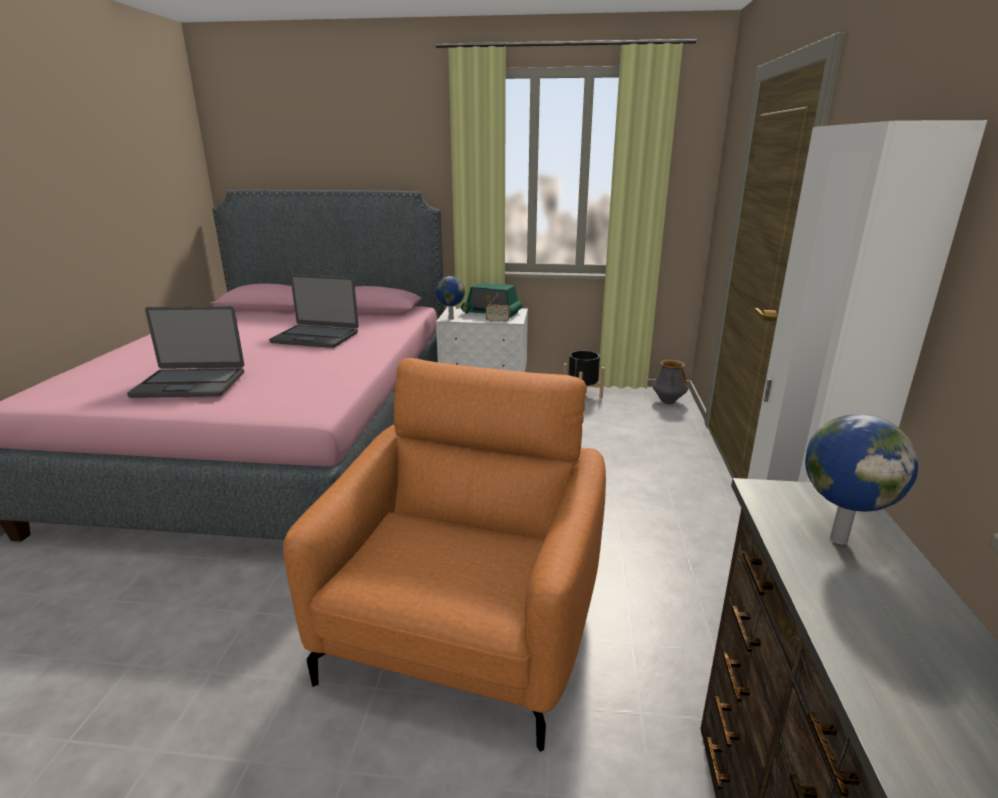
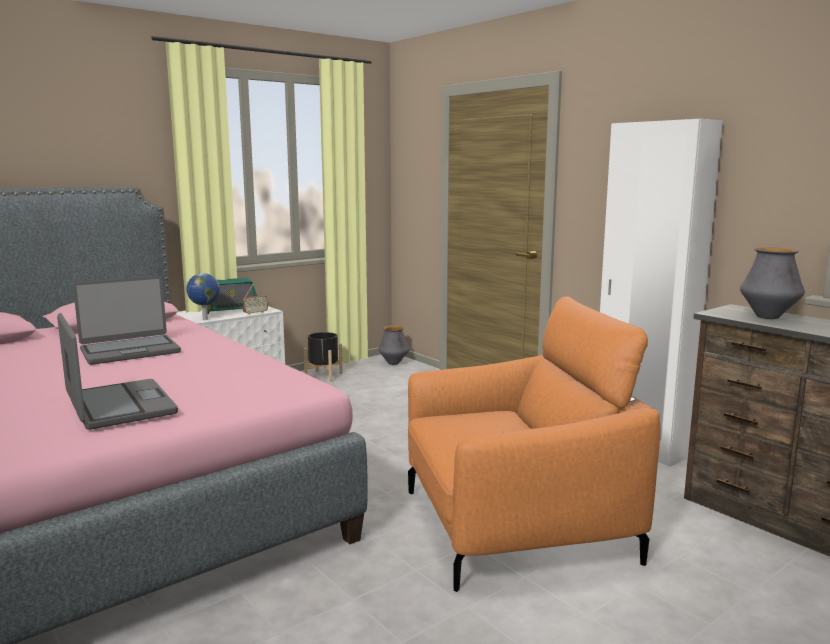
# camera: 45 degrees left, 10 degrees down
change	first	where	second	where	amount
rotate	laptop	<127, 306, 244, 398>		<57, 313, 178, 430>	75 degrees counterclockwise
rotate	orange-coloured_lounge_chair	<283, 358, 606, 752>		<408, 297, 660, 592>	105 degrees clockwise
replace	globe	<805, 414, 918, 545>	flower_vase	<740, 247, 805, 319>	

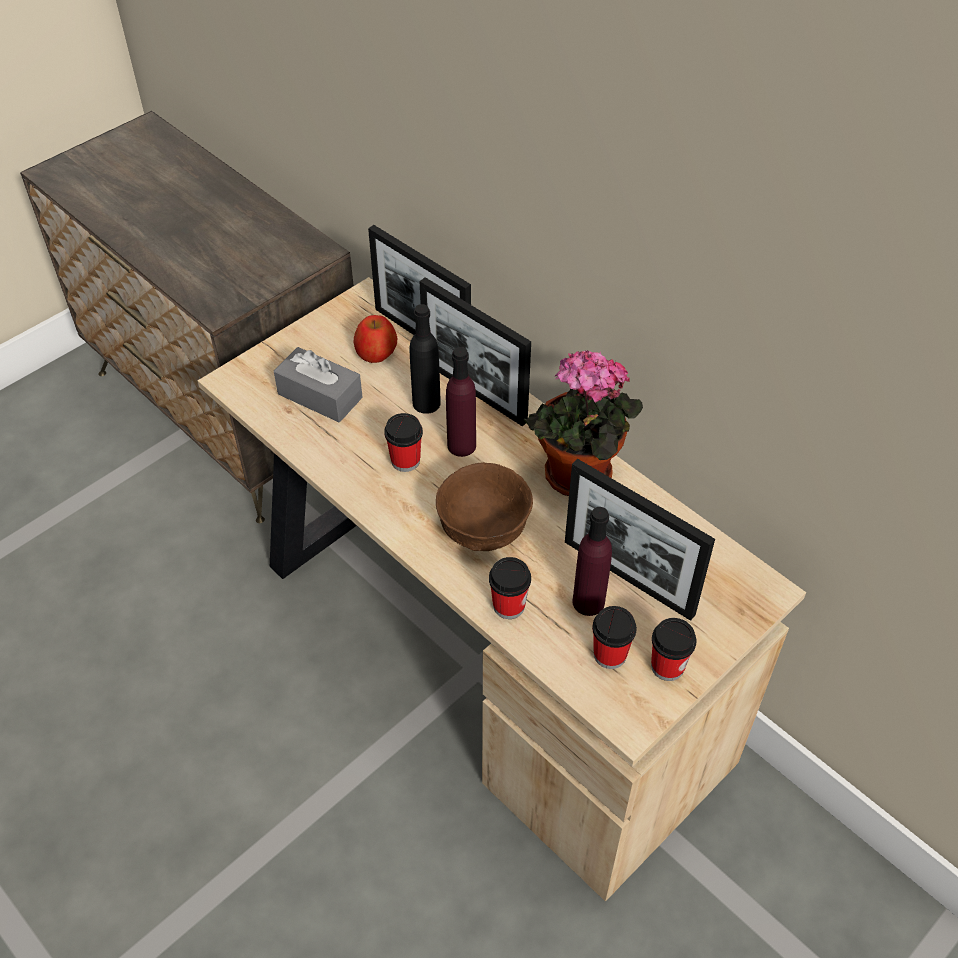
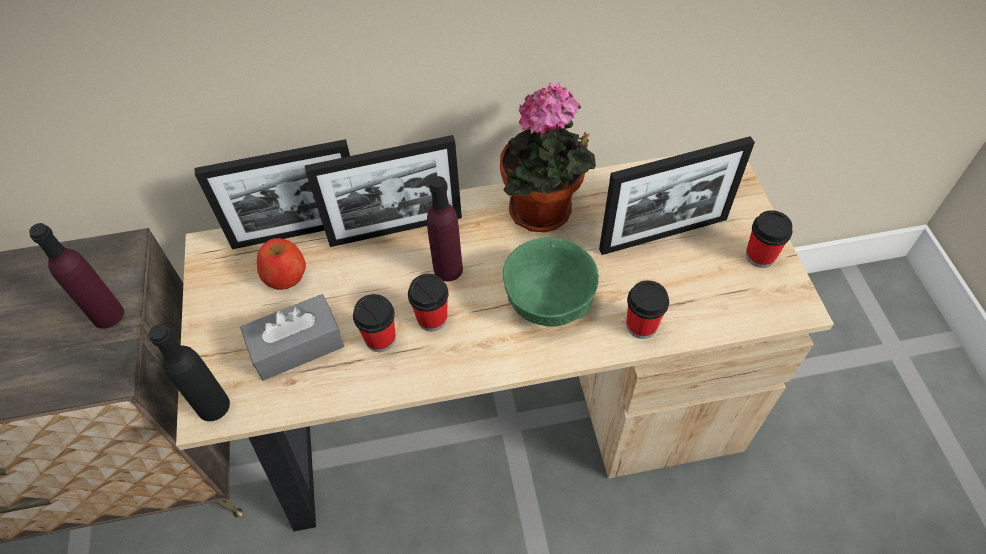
# camera: 55 degrees left, 5 degrees up
change	first	where	second	where	amount
move	blackish_drink_bottle	<409, 304, 441, 414>		<149, 324, 230, 421>	
recolor	brown-coloured_deep_dish	<436, 462, 533, 551>	green_deep_dish	<503, 237, 599, 327>	
move	purple_drink_bottle	<572, 507, 612, 616>		<29, 223, 124, 329>	
move	cup	<592, 606, 637, 669>		<353, 294, 396, 352>	

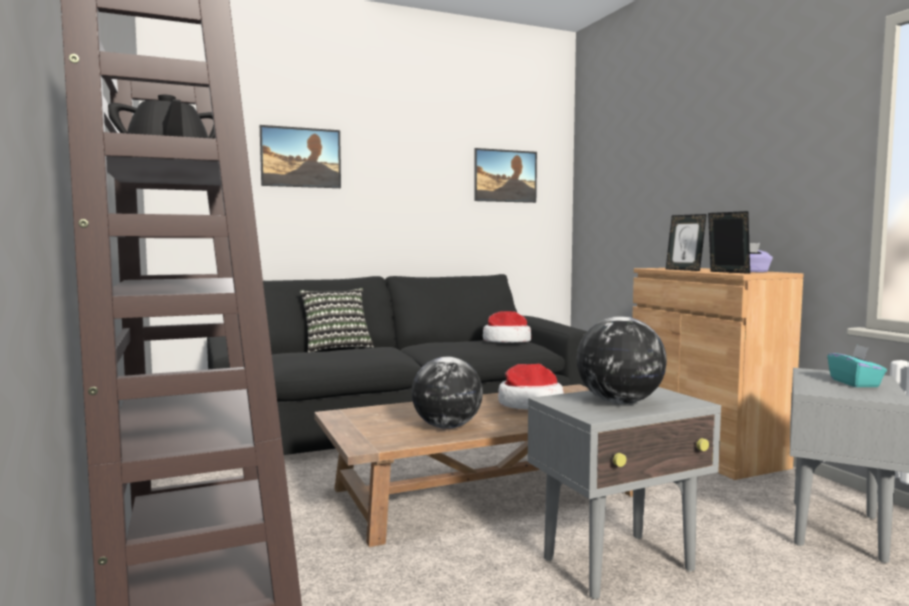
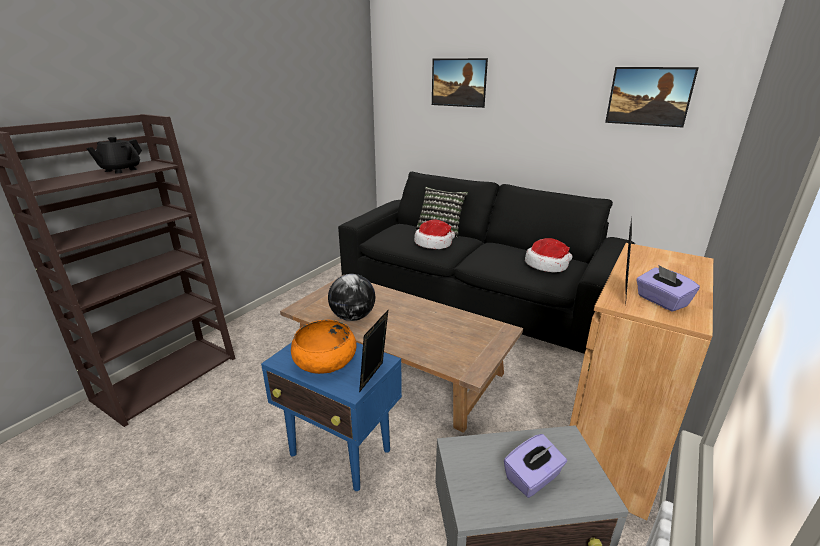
# camera: 55 degrees right, 20 degrees up
change	first	where	second	where	amount
move	clothing_hat	<498, 364, 564, 409>		<414, 219, 455, 249>	
recolor	grey_accent_table	<528, 387, 721, 599>	blue-coloured_accent_table	<261, 342, 402, 491>	
replace	globe	<577, 317, 667, 404>	orange-coloured_deep_dish	<291, 320, 356, 374>	
move	picture_frame	<666, 214, 707, 271>		<359, 310, 388, 393>	
recolor	blue-green_box_of_tissues	<828, 345, 887, 387>	purple_box_of_tissues	<504, 434, 567, 498>	

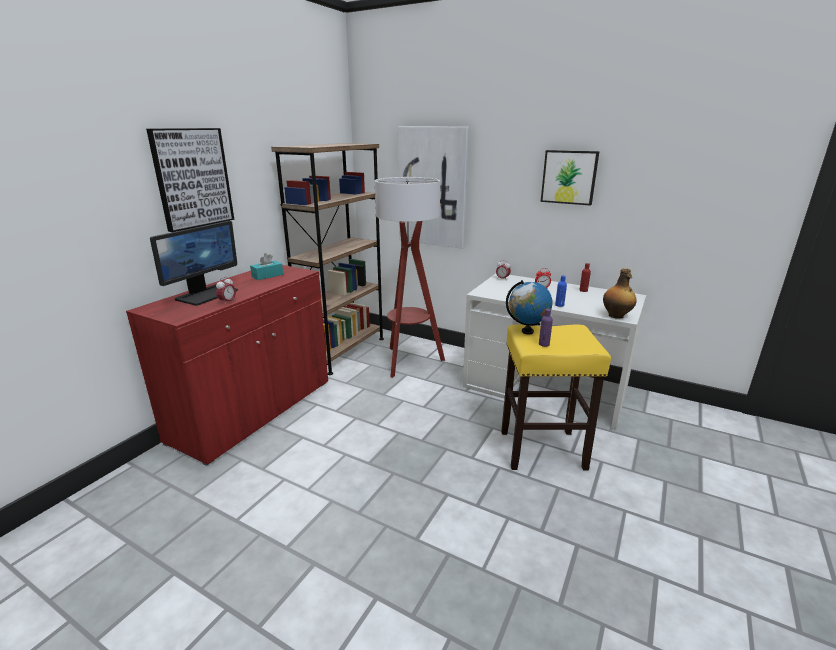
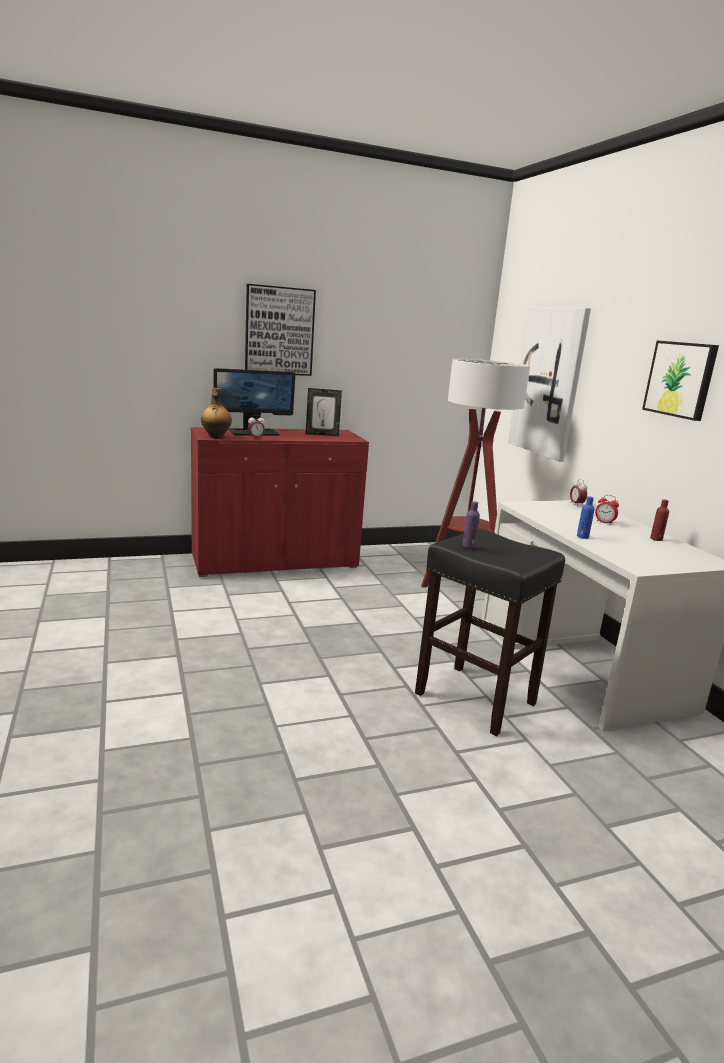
# camera: 40 degrees right, 5 degrees down
change	first	where	second	where	amount
replace	blue-green_box_of_tissues	<250, 253, 283, 280>	picture_frame	<306, 388, 342, 436>	
delete	brown-coloured_bookshelf	<271, 143, 384, 375>			
recolor	yellow_sitting_stool	<501, 325, 611, 471>	blackish_sitting_stool	<415, 529, 565, 736>	
delete	globe	<506, 280, 553, 334>			
move	drink_bottle	<603, 268, 637, 319>		<201, 388, 232, 438>	

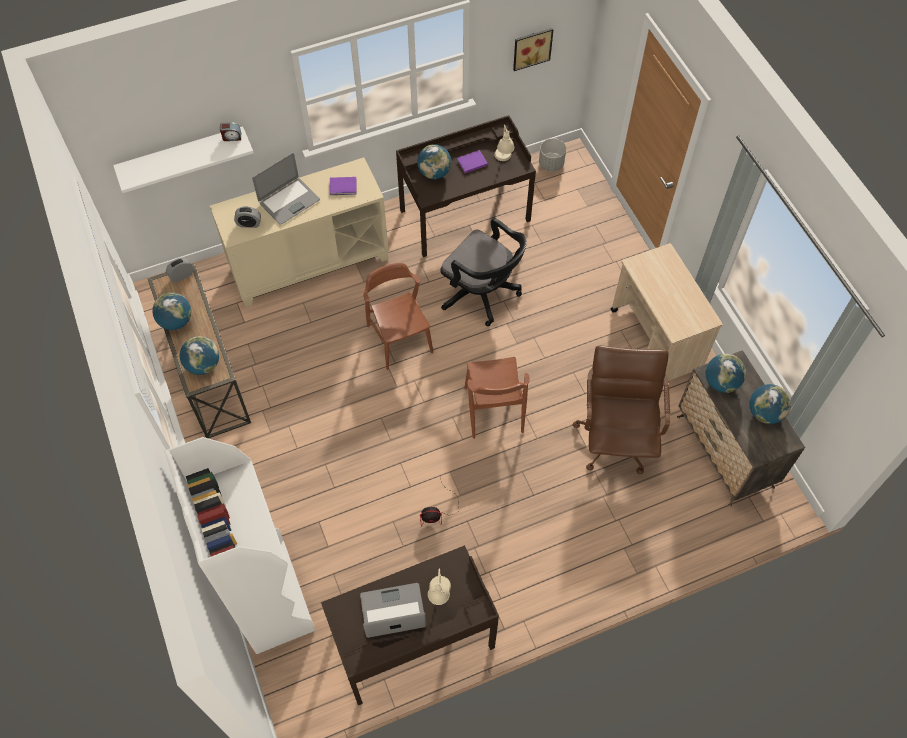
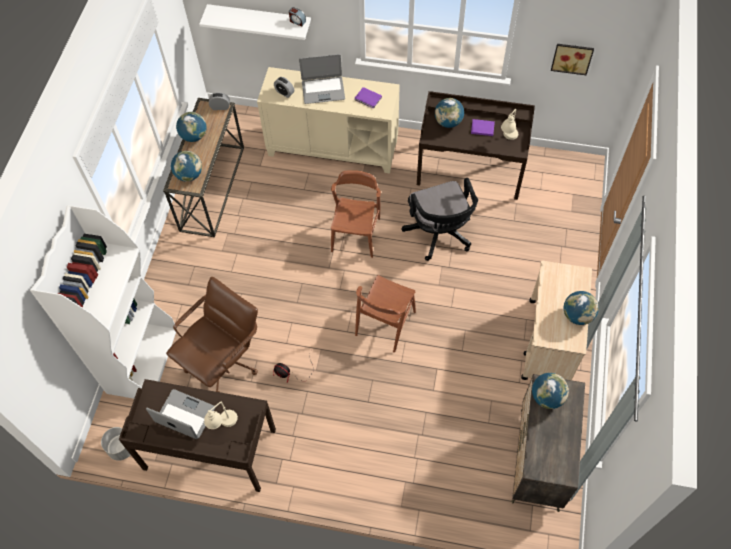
# camera: 35 degrees right, 0 degrees up
change	first	where	second	where	amount
move	grey_planter	<539, 138, 566, 172>		<101, 427, 130, 461>	
move	brown-coloured_desk_chair	<573, 346, 670, 474>		<166, 277, 258, 392>	
move	globe	<750, 384, 791, 424>		<564, 291, 599, 325>	

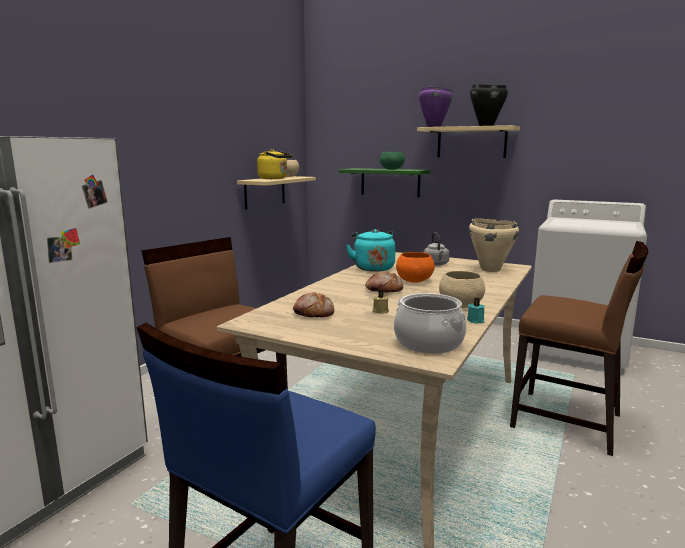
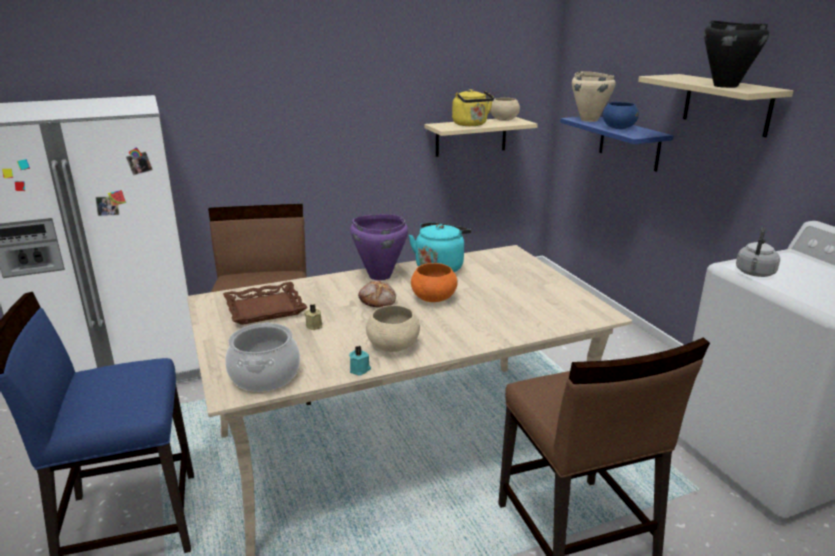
# camera: 40 degrees right, 10 degrees up
change	first	where	second	where	amount
replace	baked_bread	<293, 292, 334, 318>	brown-coloured_tray	<223, 282, 308, 325>	
recolor	green_wall_shelf	<339, 168, 431, 197>	blue-coloured_wall_shelf	<560, 117, 673, 172>	
recolor	green_deep_dish	<380, 152, 405, 170>	blue-coloured_deep_dish	<603, 102, 639, 129>	
move	purple_saucepot	<419, 87, 452, 127>		<350, 214, 408, 280>	
move	grey_kettle	<424, 232, 449, 266>		<736, 227, 780, 277>	
move	sand-coloured_saucepot	<469, 218, 519, 272>		<572, 71, 615, 122>	

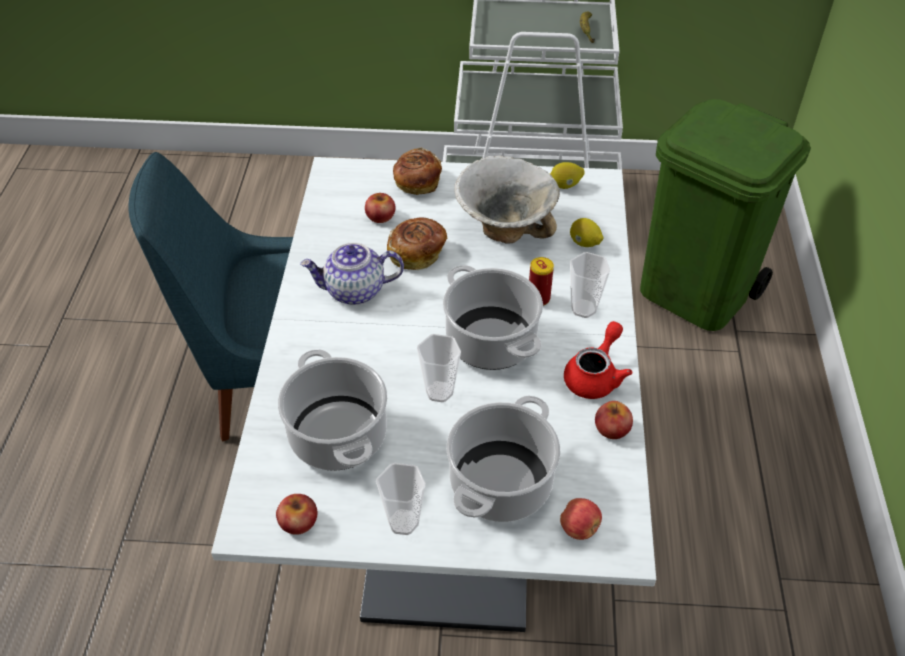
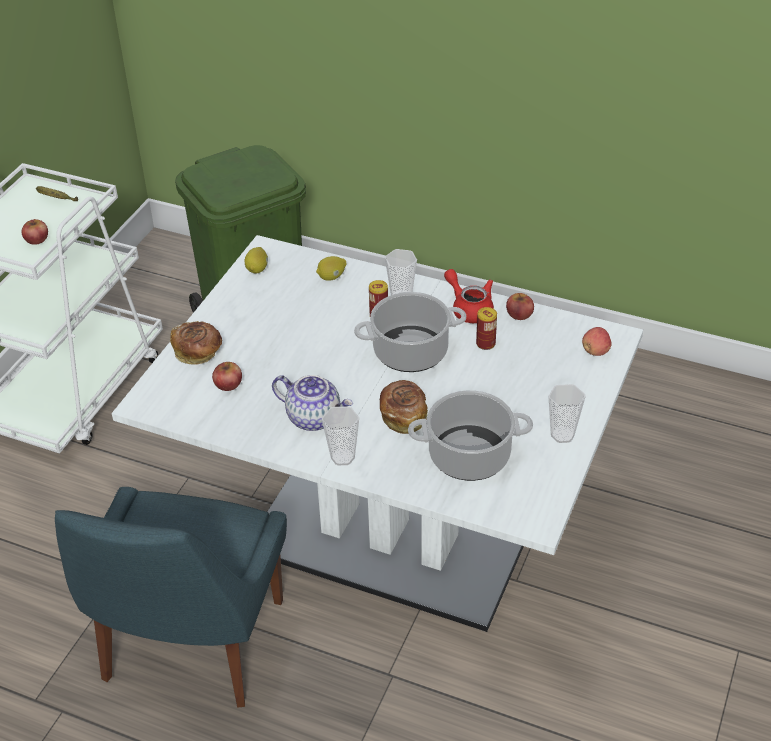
# camera: 70 degrees left, 5 degrees down
change	first	where	second	where	amount
move	apple_fruit	<276, 494, 317, 535>		<21, 219, 48, 245>	
rotate	tea_pot	<300, 243, 404, 305>		<272, 375, 353, 431>	75 degrees counterclockwise
move	baked_bread	<387, 217, 447, 270>		<380, 380, 428, 434>	
move	cup	<417, 334, 461, 402>		<322, 407, 359, 465>	
delete	saucepot	<447, 396, 561, 522>			
delete	deep_dish	<454, 156, 560, 244>			
insert			metal_can	<476, 307, 497, 350>	

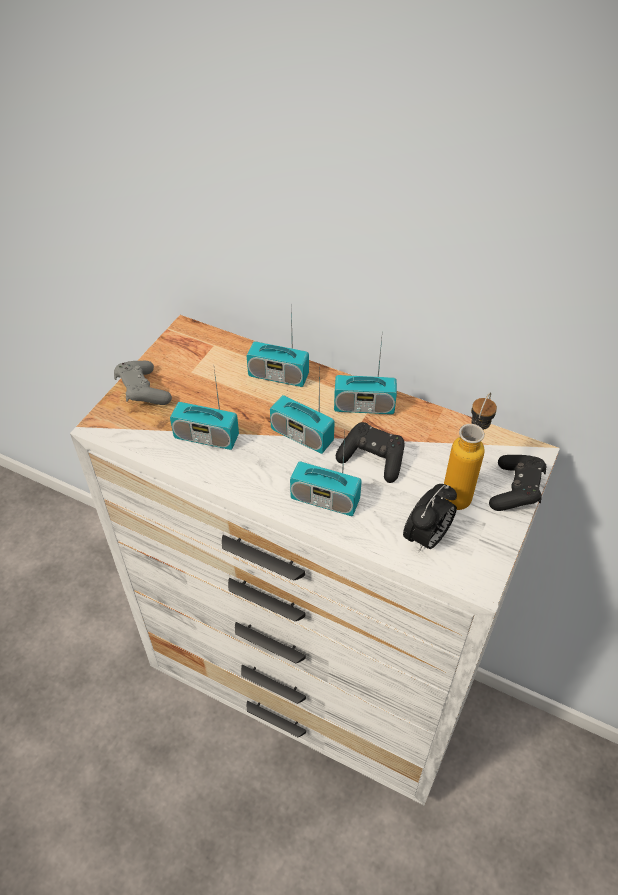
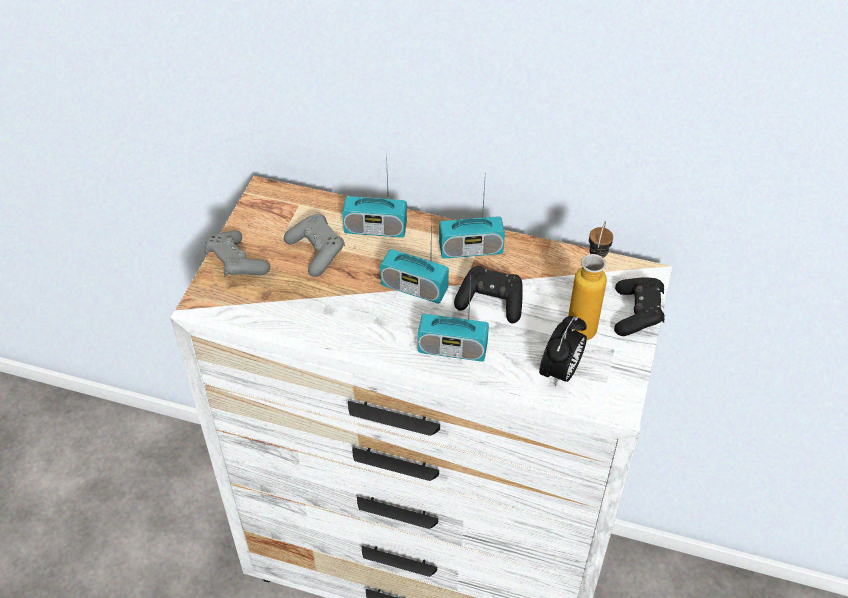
# camera: 10 degrees left, 0 degrees up
change	first	where	second	where	amount
delete	radio_set	<170, 364, 239, 450>			
insert			grey_game_controller	<284, 214, 345, 277>	

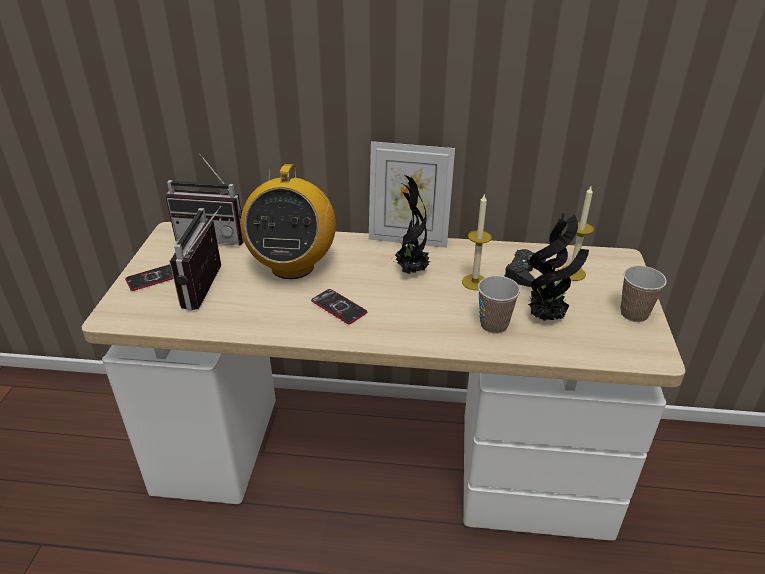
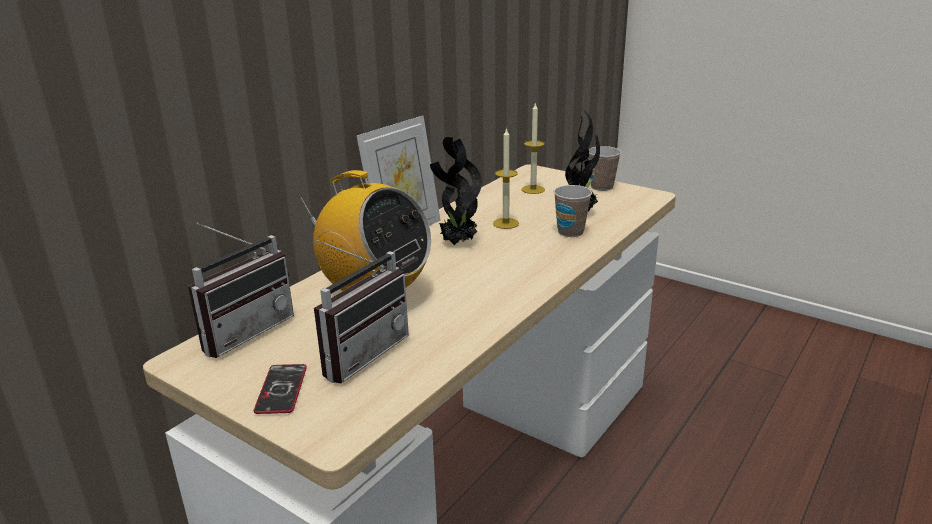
# camera: 60 degrees left, 10 degrees down
change	first	where	second	where	amount
rotate	radio_set	<169, 206, 221, 311>		<314, 240, 409, 384>	90 degrees counterclockwise
delete	telephone	<311, 289, 367, 324>			
delete	blackish_game_controller	<504, 249, 546, 287>			

